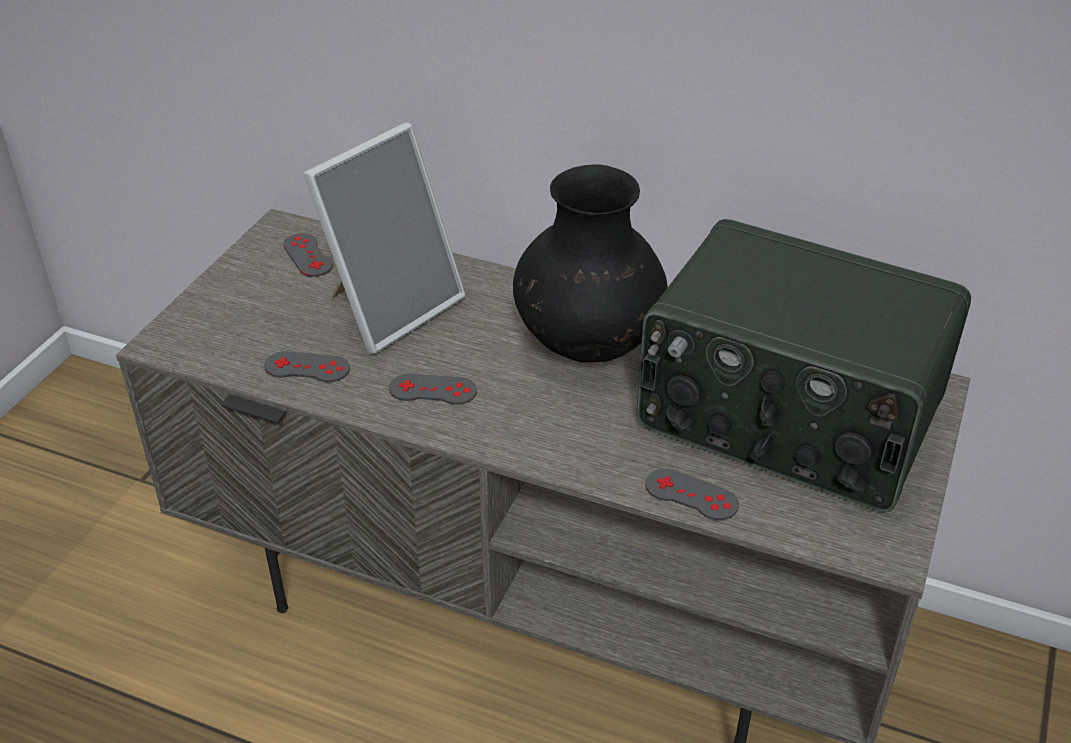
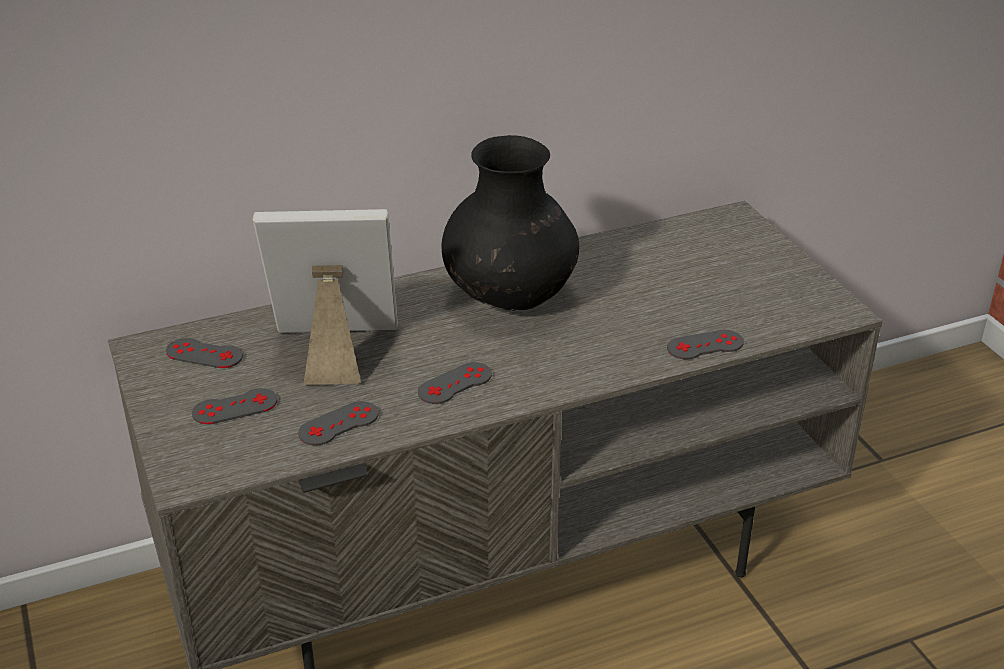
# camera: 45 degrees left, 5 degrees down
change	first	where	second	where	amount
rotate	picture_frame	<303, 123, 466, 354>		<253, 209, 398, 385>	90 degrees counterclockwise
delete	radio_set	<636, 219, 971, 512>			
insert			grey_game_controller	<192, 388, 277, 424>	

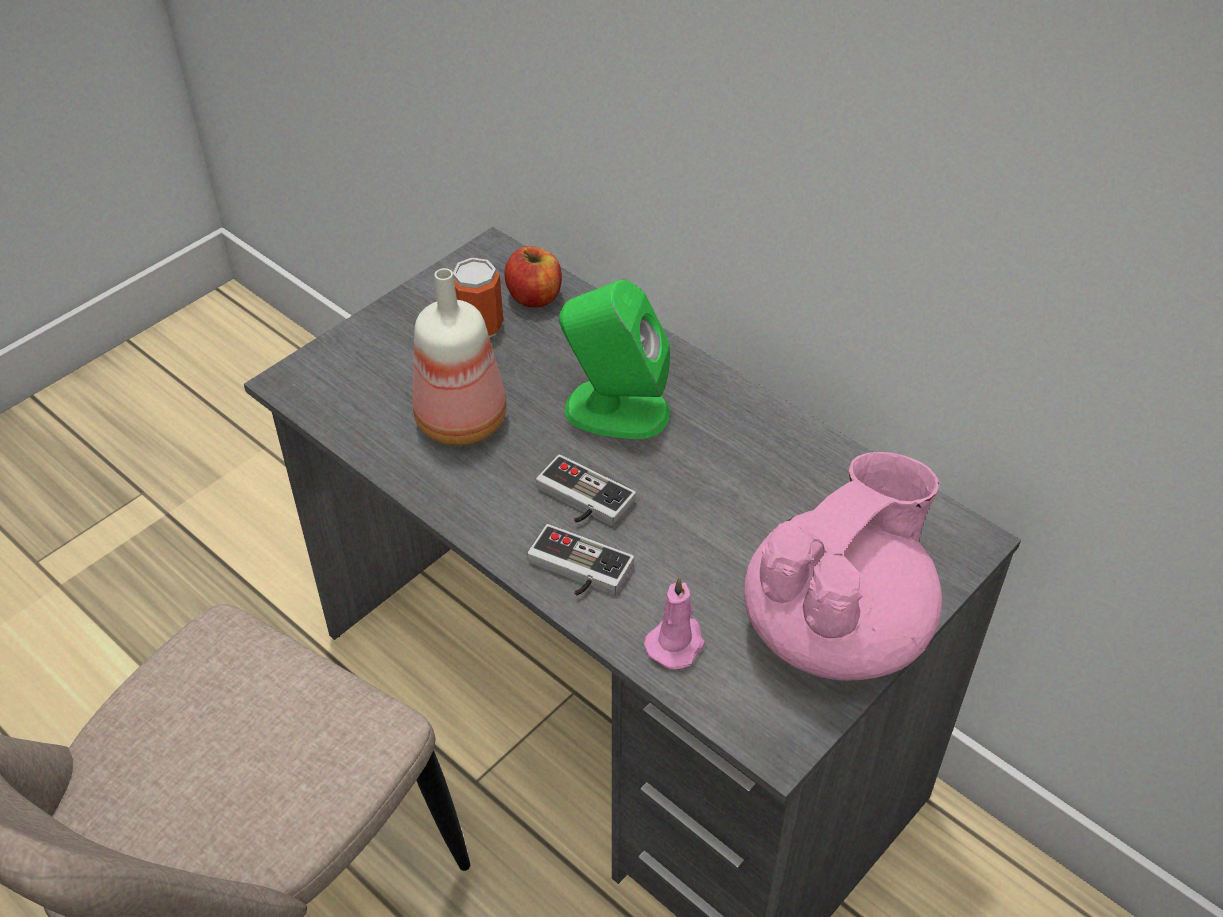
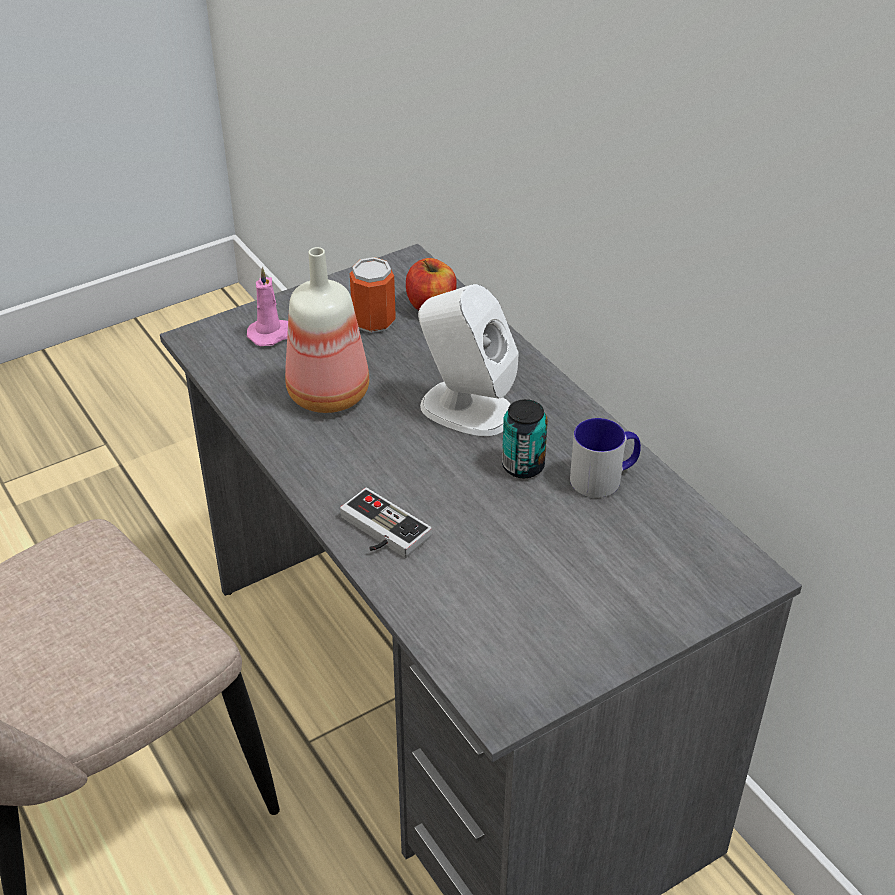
# camera: 15 degrees right, 5 degrees down
change	first	where	second	where	amount
delete	game_controller	<536, 454, 636, 526>			
recolor	green_audio_speaker	<559, 280, 670, 439>	whitish_audio_speaker	<418, 284, 519, 436>	
move	pink_wax_candle	<644, 577, 705, 669>		<247, 267, 288, 346>	
delete	pink_tea_pot	<744, 452, 942, 681>			
insert			metal_can	<502, 399, 548, 478>	
insert			mug	<570, 418, 641, 498>	

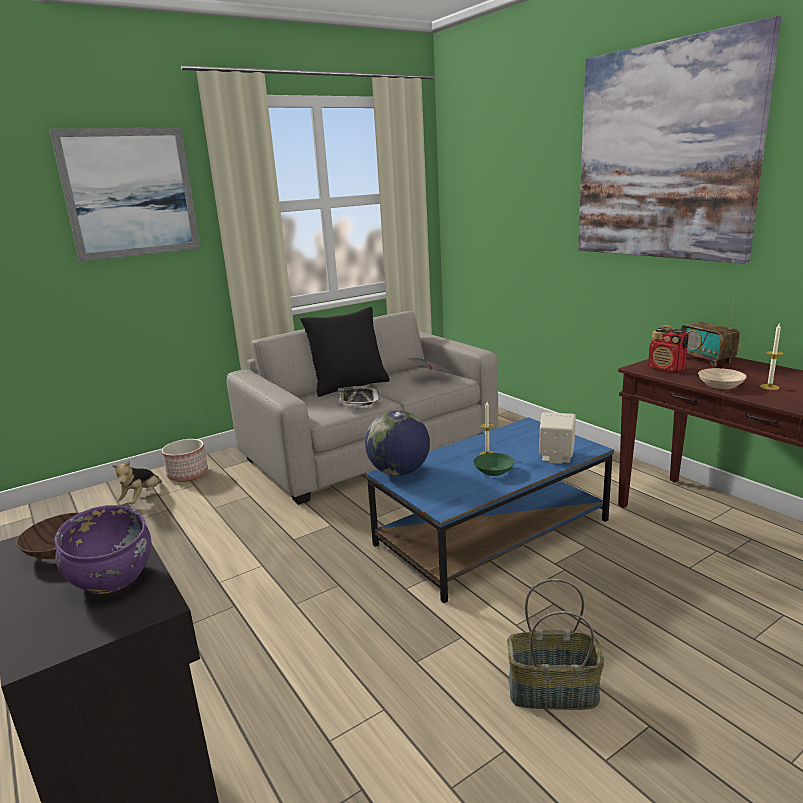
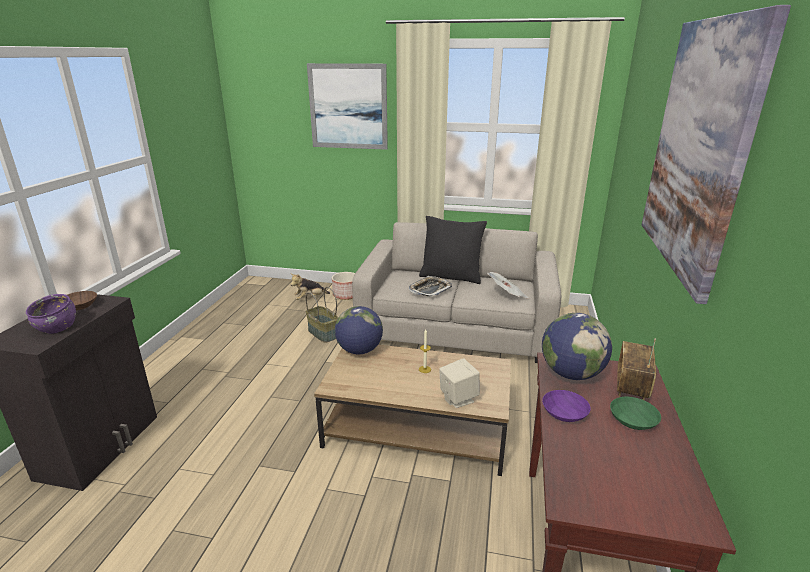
# camera: 45 degrees right, 5 degrees up
change	first	where	second	where	amount
recolor	blue-coloured_coffee_table	<366, 417, 614, 603>	brown-coloured_coffee_table	<314, 345, 511, 476>	
move	green_deep_dish	<473, 453, 515, 476>		<610, 397, 661, 430>	
move	storage_basket	<507, 579, 605, 710>		<306, 287, 338, 343>	
replace	radio_set	<648, 325, 689, 372>	globe	<542, 313, 612, 380>	
recolor	sand-coloured_deep_dish	<698, 368, 747, 389>	purple_deep_dish	<542, 390, 591, 422>	
delete	wax_candle	<760, 324, 784, 390>			

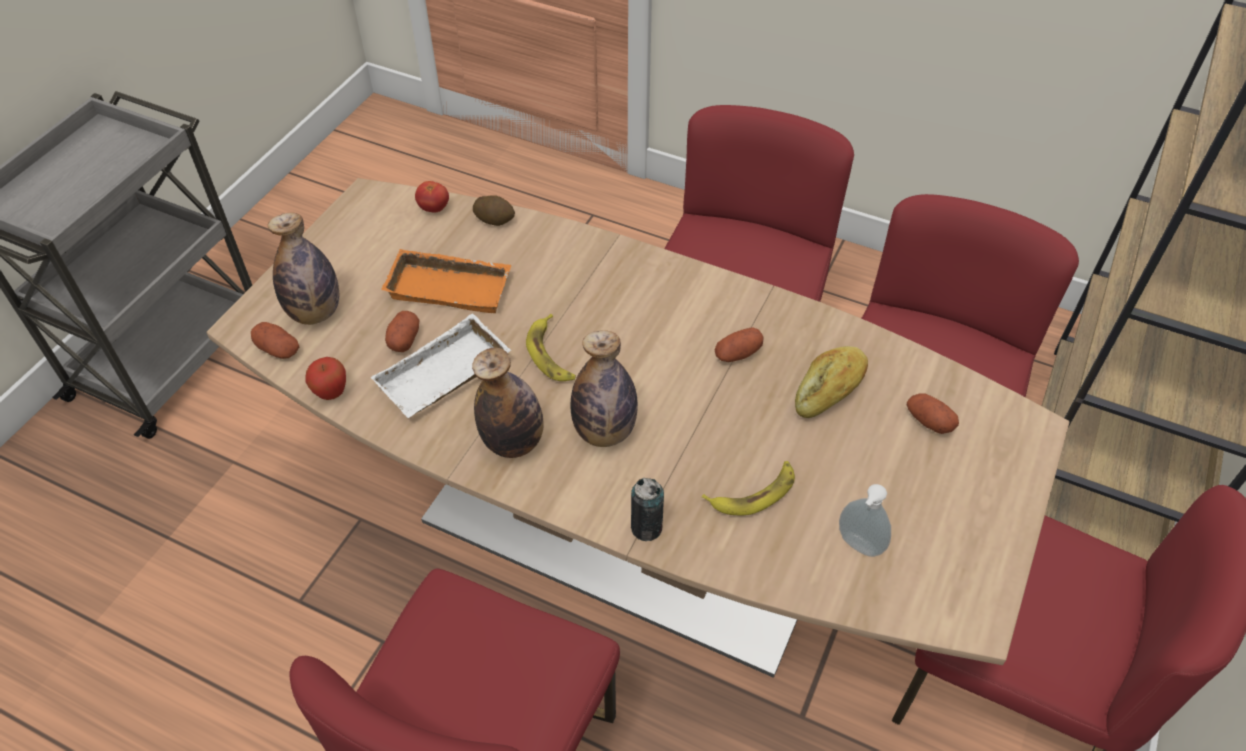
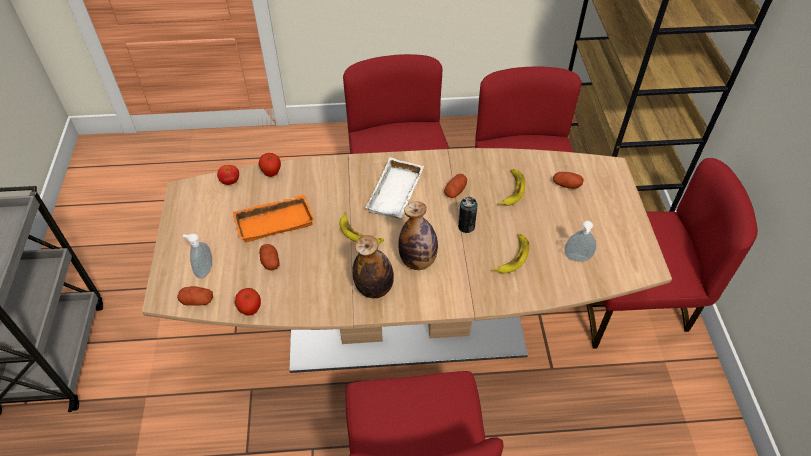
# camera: 30 degrees left, 0 degrees up
change	first	where	second	where	amount
replace	drink_bottle	<268, 213, 339, 325>	liquid_soap_bottle	<183, 234, 212, 279>	
move	whitish_tray	<370, 314, 511, 418>		<365, 157, 424, 218>	
replace	spud	<473, 195, 515, 226>	apple_fruit	<259, 153, 281, 177>	
move	metal_can	<631, 478, 664, 541>		<458, 197, 477, 233>	
replace	baked_bread	<795, 346, 868, 418>	banana	<497, 169, 525, 206>	

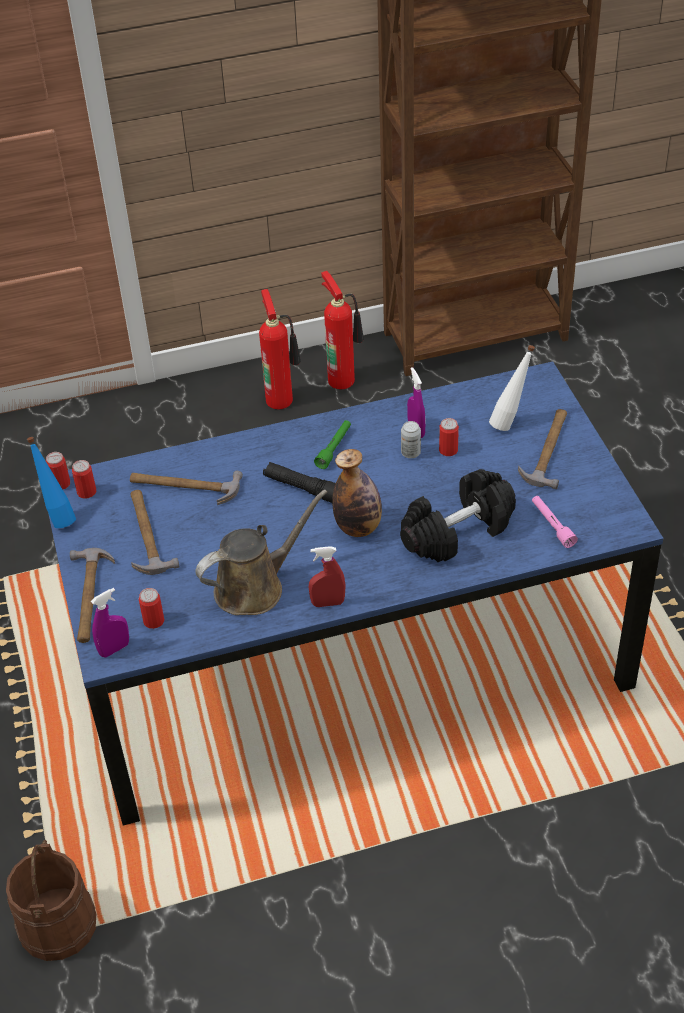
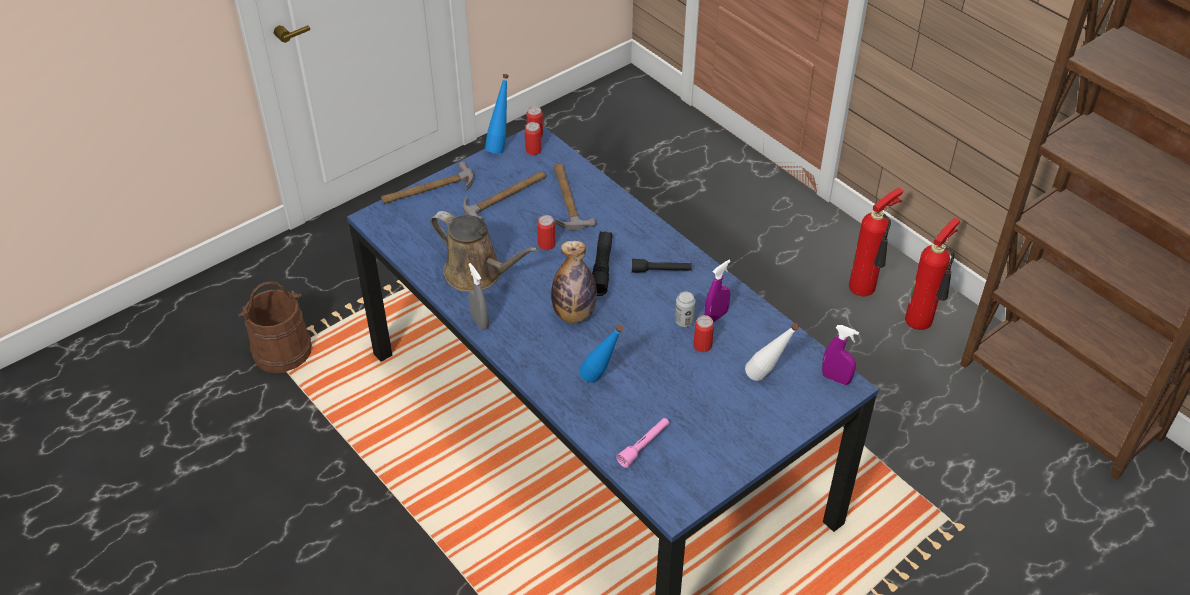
# camera: 65 degrees right, 0 degrees up
change	first	where	second	where	amount
move	purple_sprayer	<91, 588, 129, 657>		<822, 325, 859, 385>	
move	metal_can	<139, 588, 164, 629>		<537, 215, 556, 250>	
recolor	reddish_sprayer	<309, 546, 345, 607>	grey_sprayer	<468, 263, 489, 330>	
recolor	green_flashlight	<314, 420, 351, 469>	blackish_flashlight	<632, 259, 692, 273>	
replace	blackish_hand_weight	<400, 469, 516, 562>	blue-coloured_drink_bottle	<579, 325, 623, 383>	
delete	tool_hammer	<518, 409, 567, 489>			

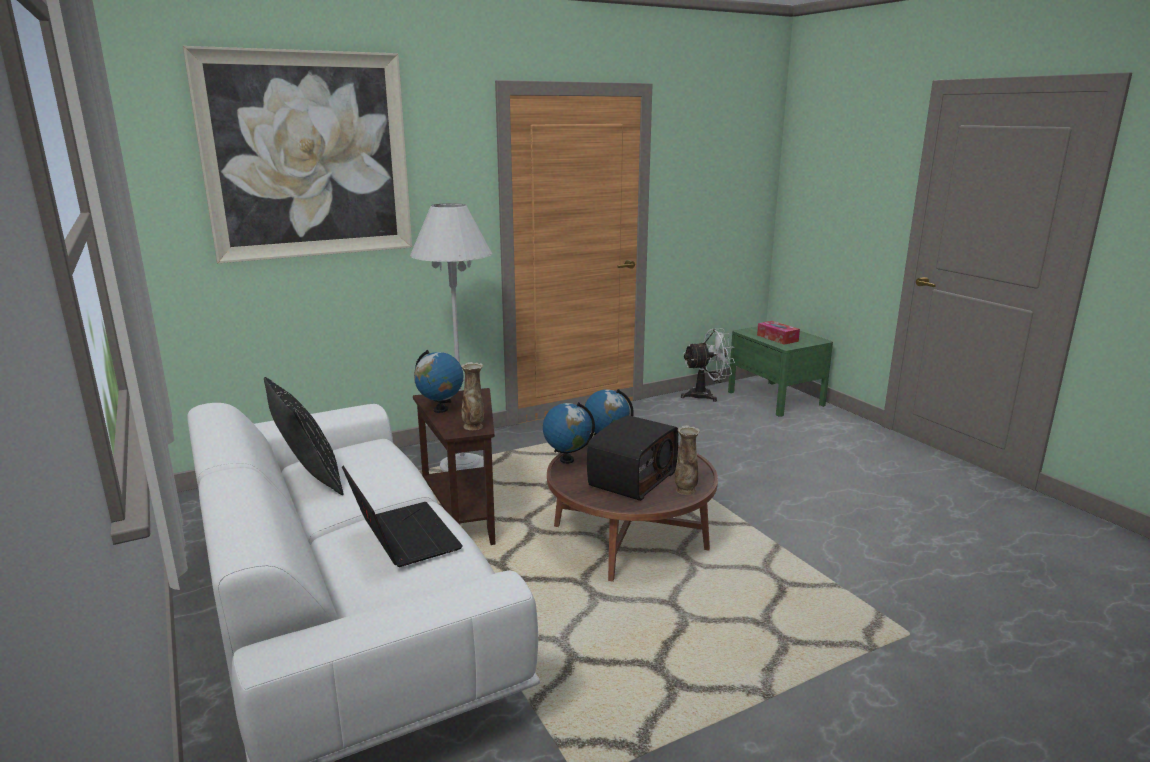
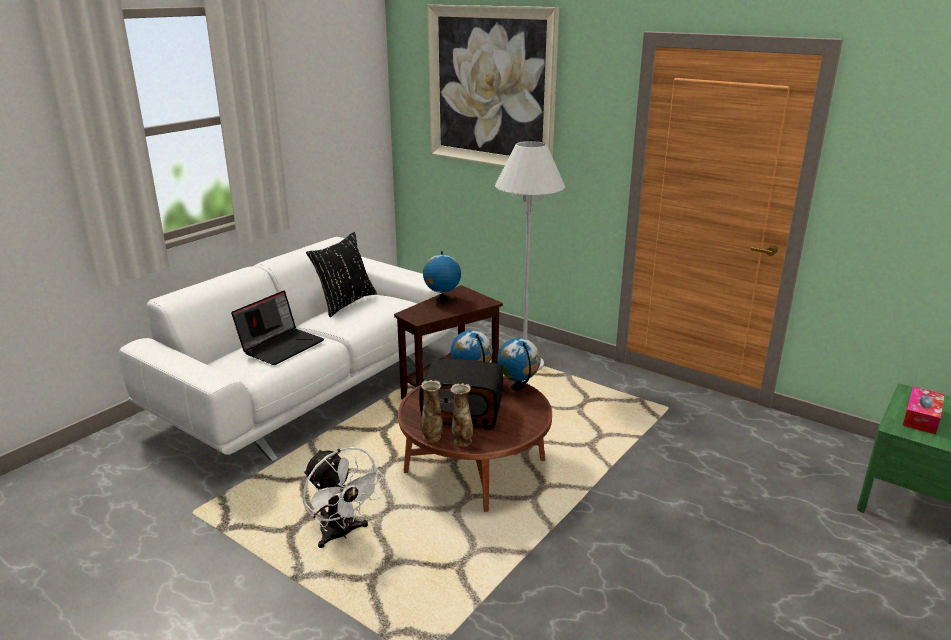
# camera: 65 degrees right, 5 degrees up
change	first	where	second	where	amount
move	flower_vase	<461, 362, 484, 430>		<421, 380, 443, 442>	
move	whitish_fan	<681, 328, 735, 402>		<303, 447, 384, 548>	

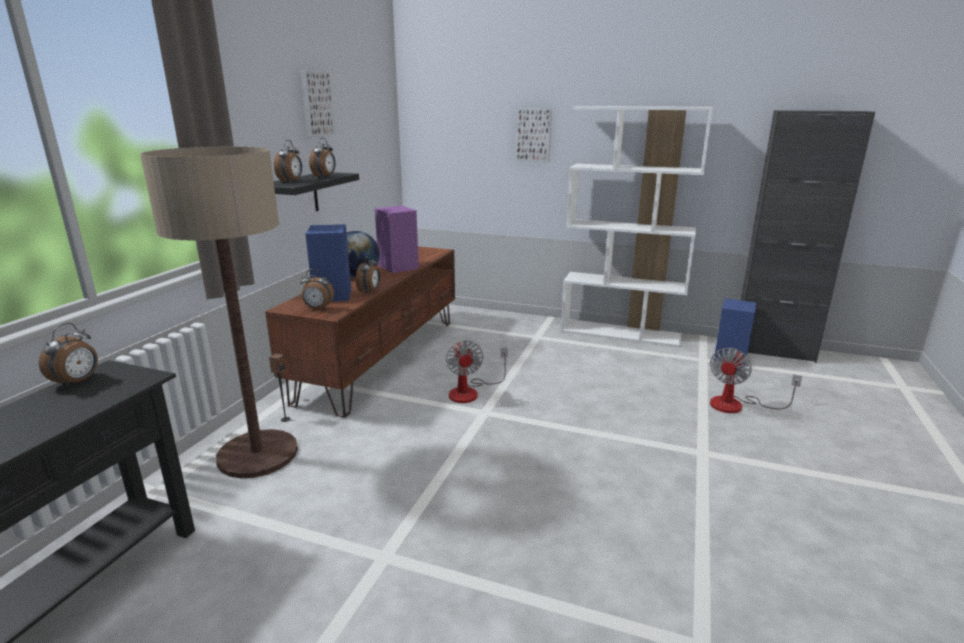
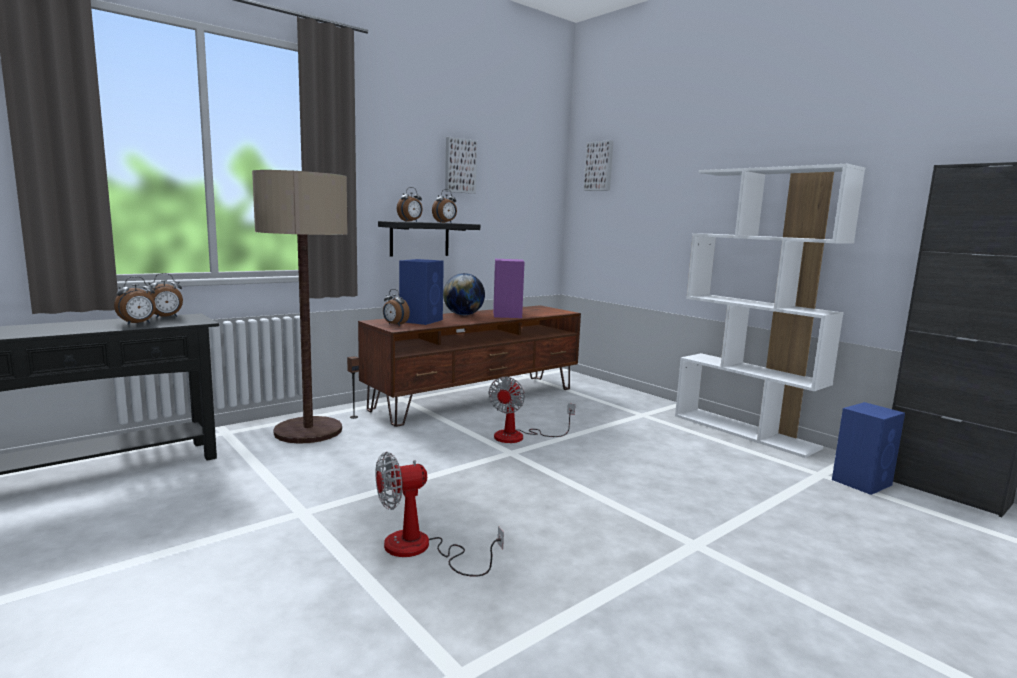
# camera: 30 degrees right, 10 degrees down
change	first	where	second	where	amount
move	table_clock	<356, 254, 380, 294>		<114, 277, 156, 325>	
move	wall_picture	<516, 108, 552, 162>		<584, 140, 613, 191>	
move	fan	<710, 348, 802, 413>		<376, 452, 504, 577>	

